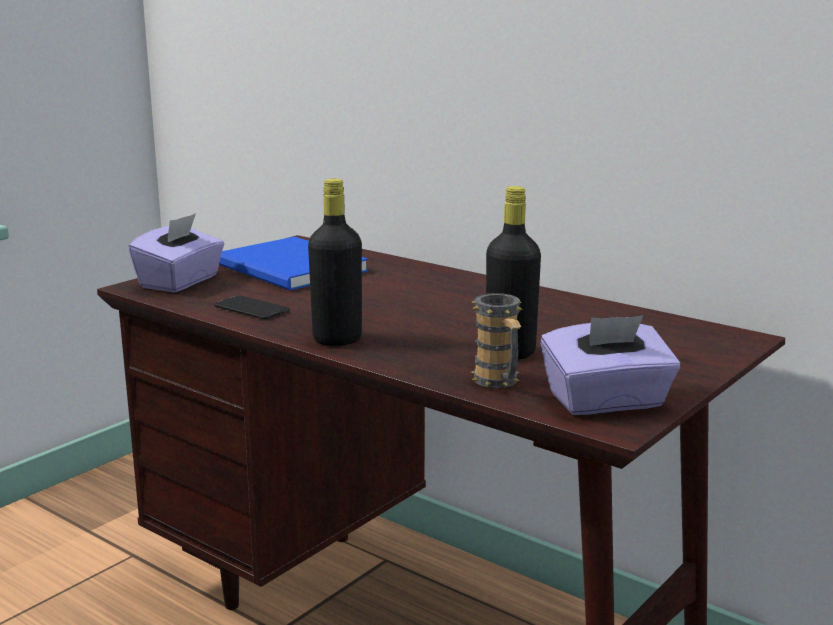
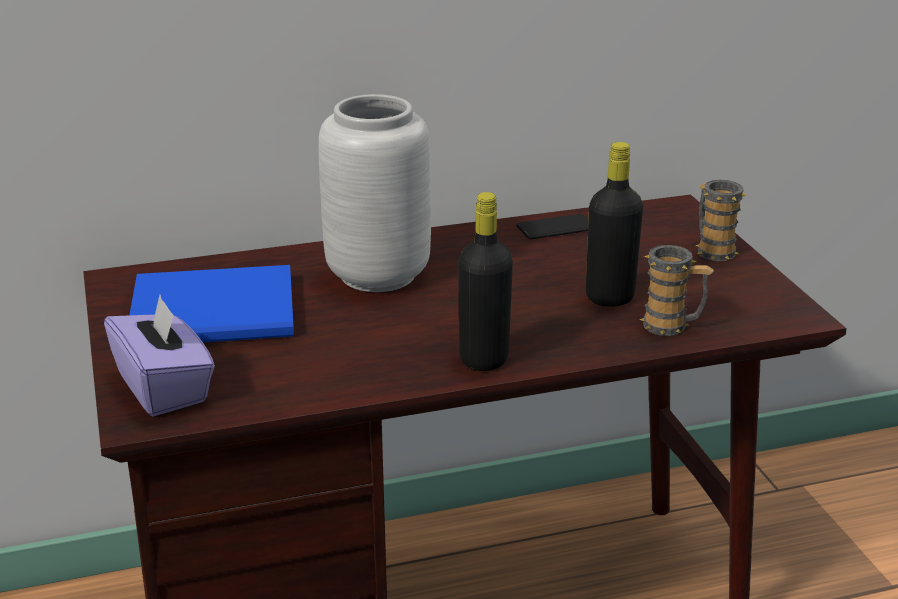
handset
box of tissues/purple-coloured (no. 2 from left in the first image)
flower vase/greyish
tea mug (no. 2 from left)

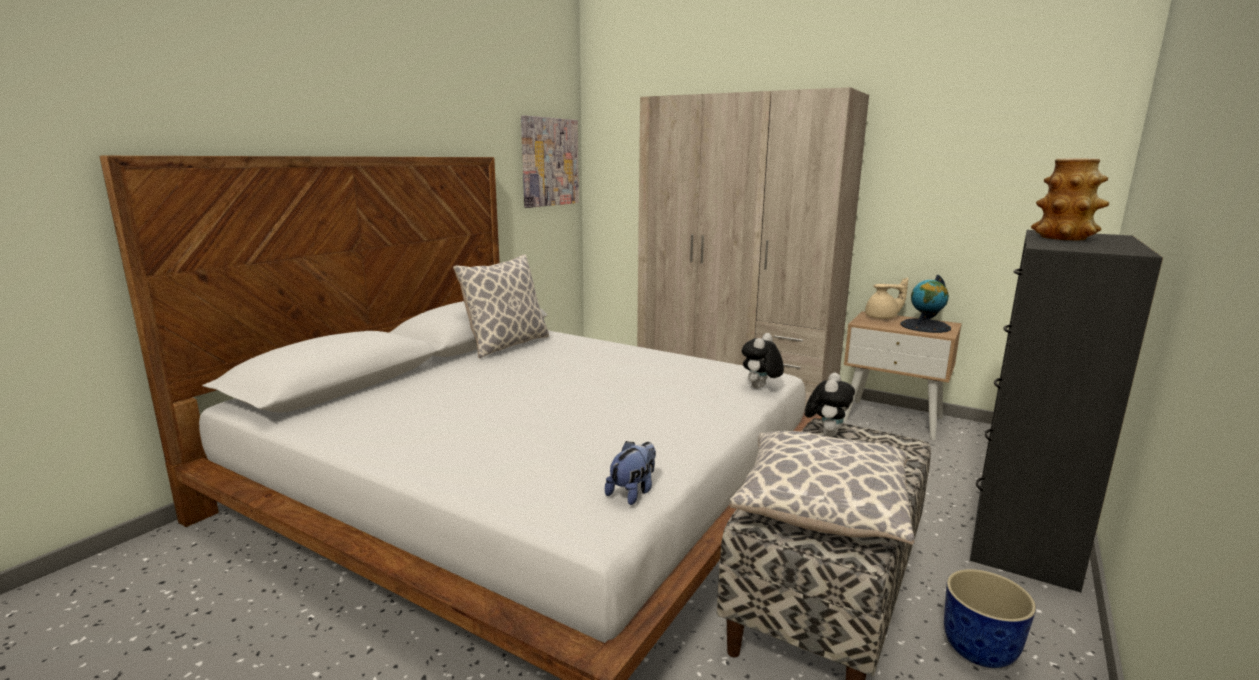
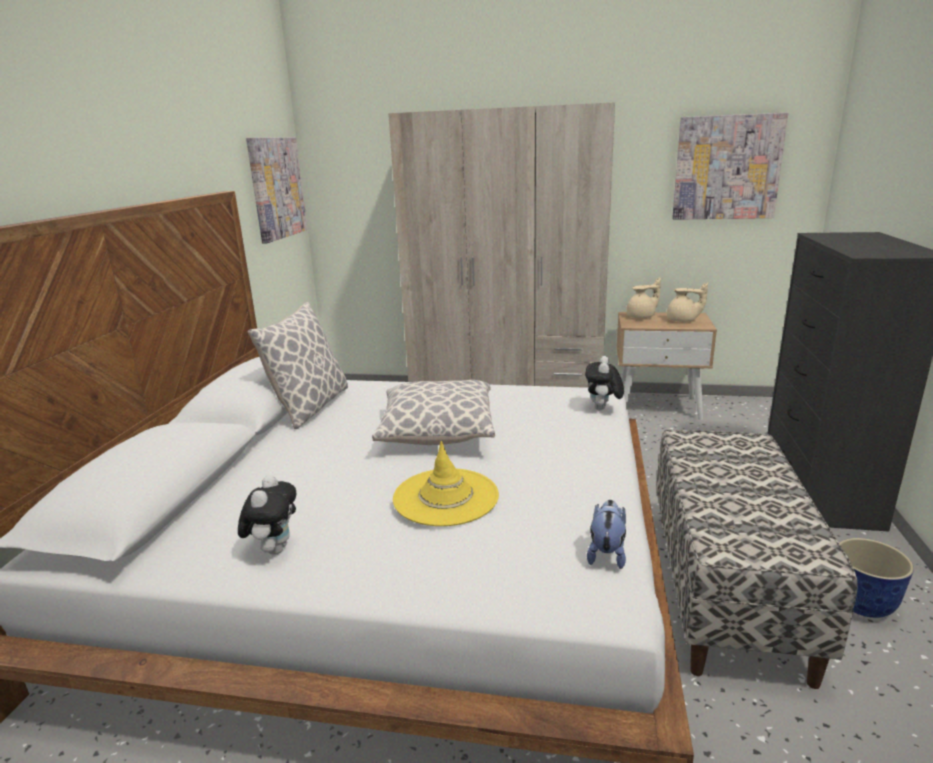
flower vase
pot for tea/beige (no. 2 from left)
plush toy (no. 1 from left)
cushion (no. 2 from left)
picture (no. 2 from left)
wearable hat/yellowish

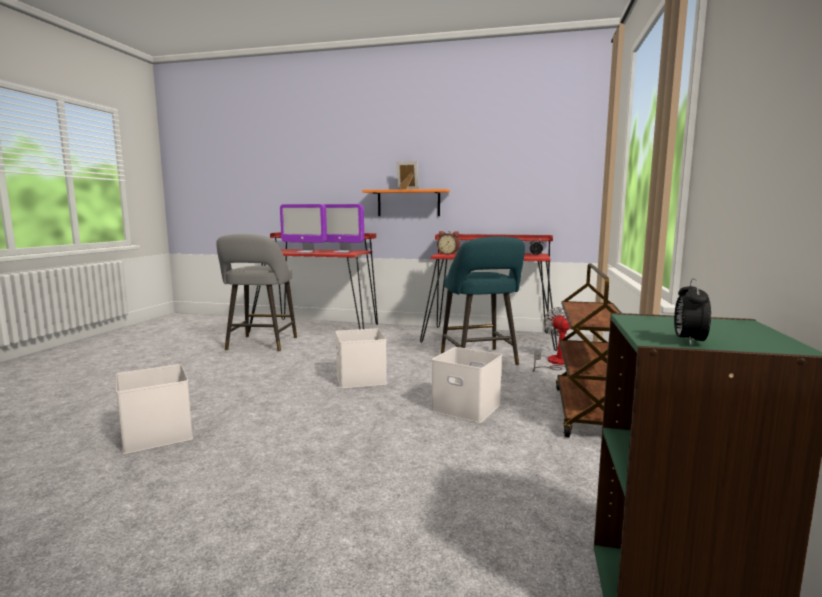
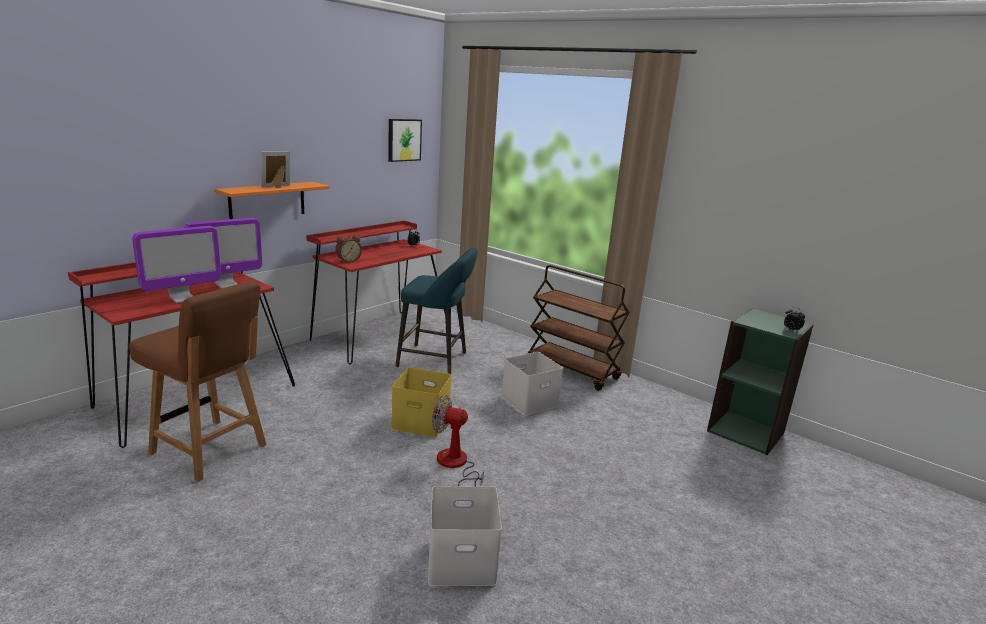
upright chair/brown
fan
storage container/yellowish
picture

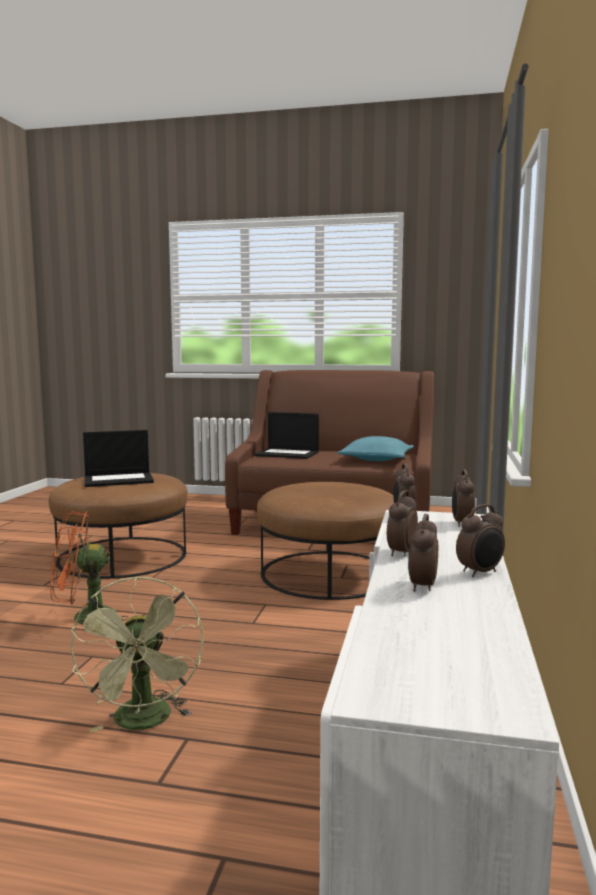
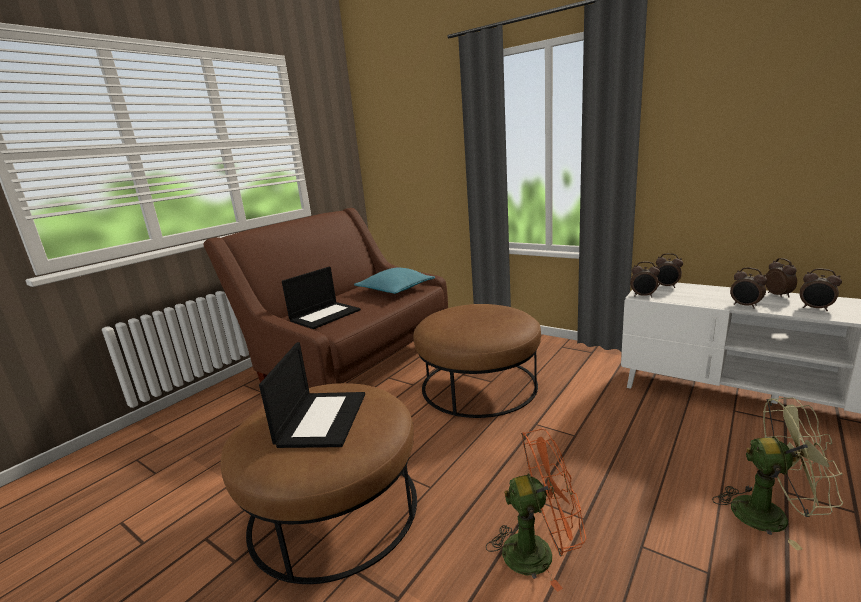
fan/orange-coloured

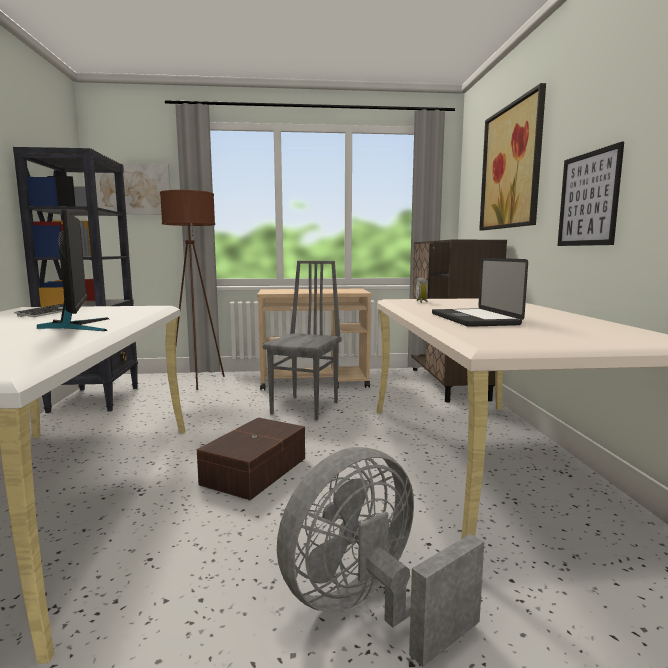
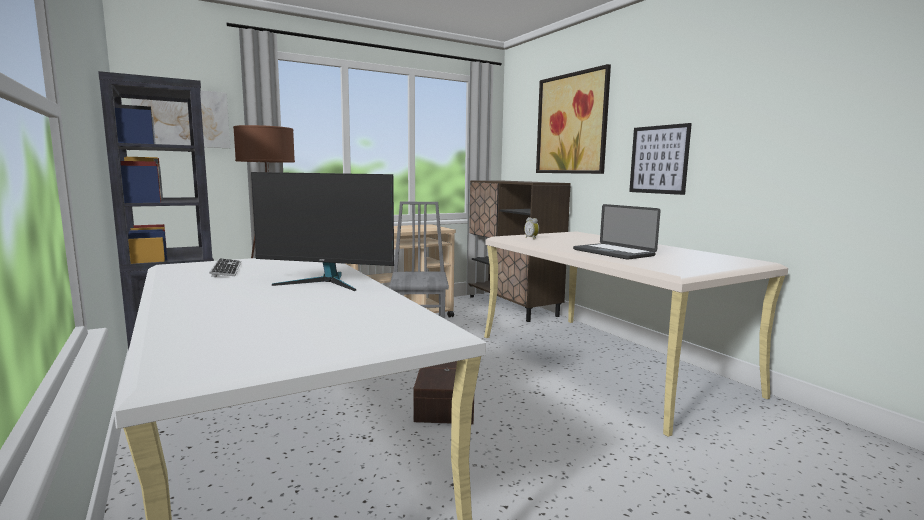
monitor
fan/greyish

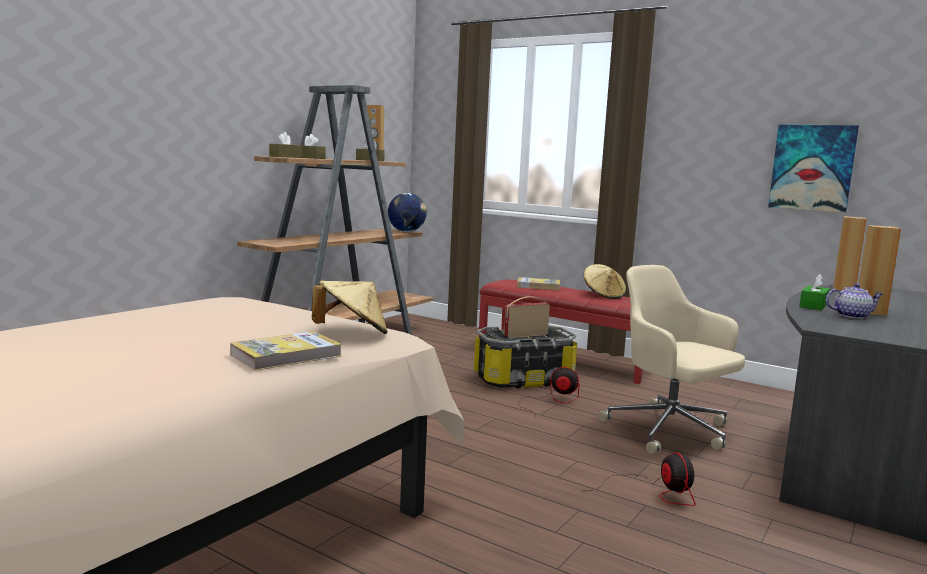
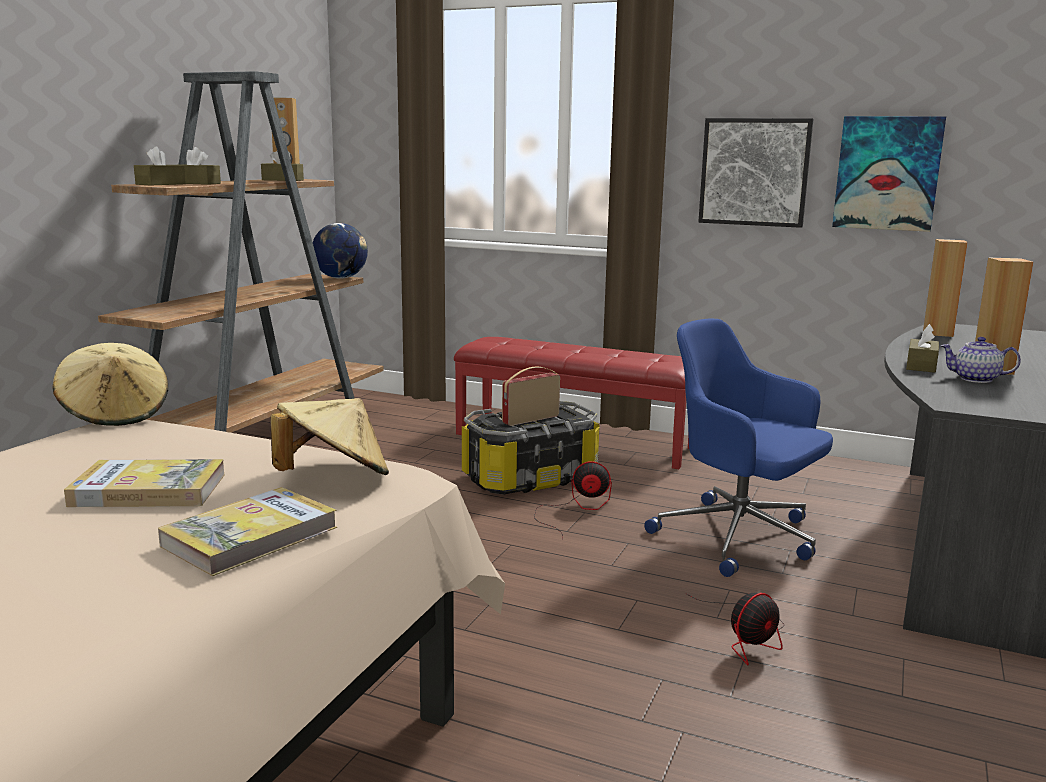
wearable hat/beige (no. 1 from left)
office chair/bluish
box of tissues/brown (no. 4 from left)
bound book (no. 1 from left)
pot for tea
fan (no. 2 from left)
picture (no. 1 from left)

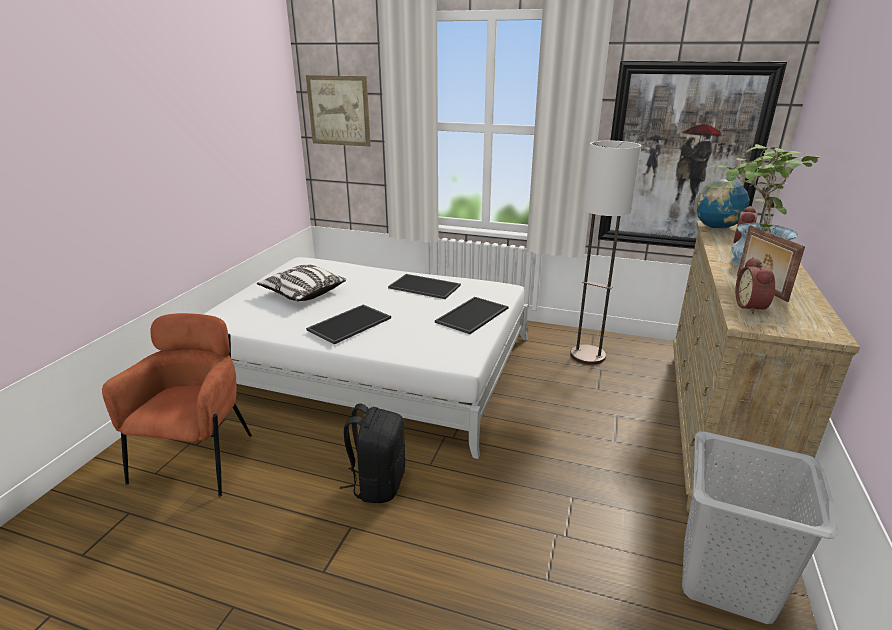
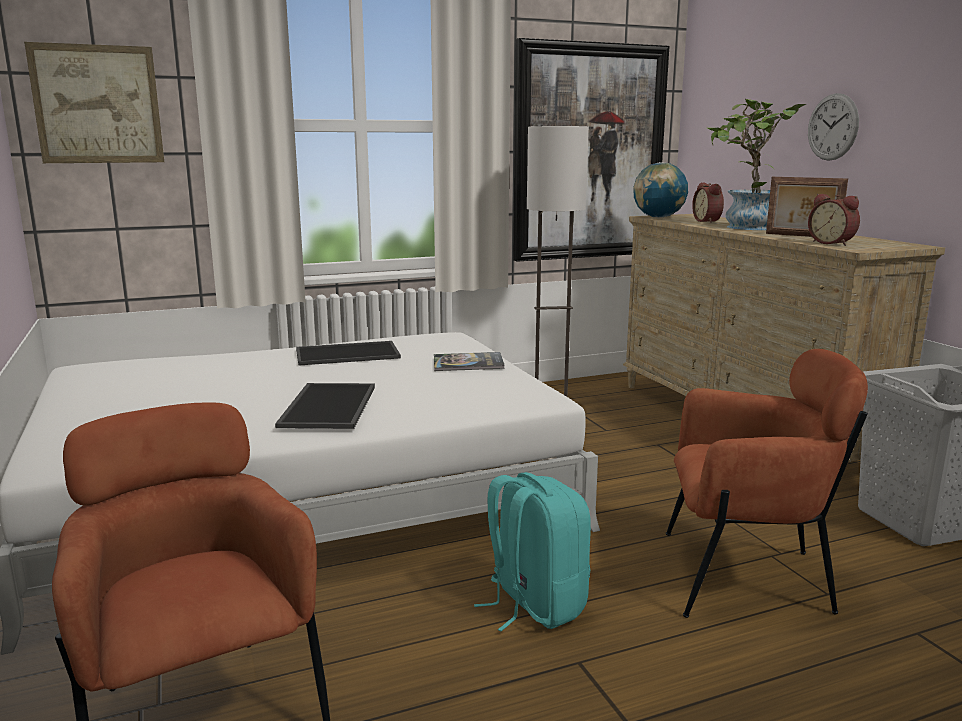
cushion
bound book
rucksack/turquoise
clock on the wall
easy chair/brown (no. 2 from left)

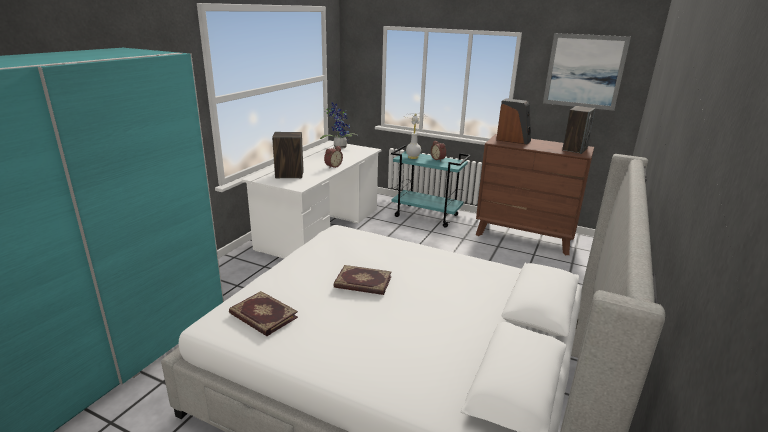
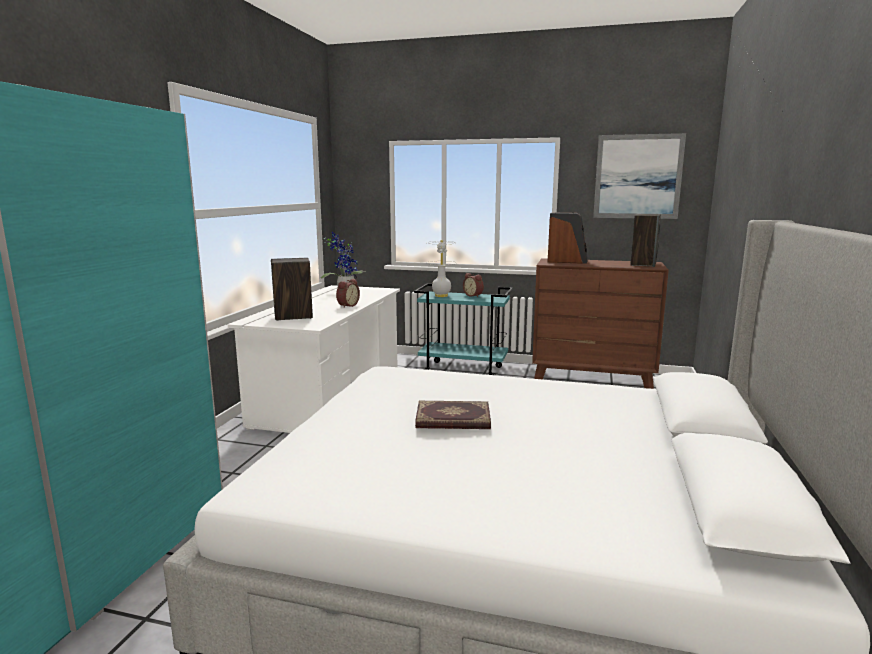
bound book (no. 1 from left in the first image)

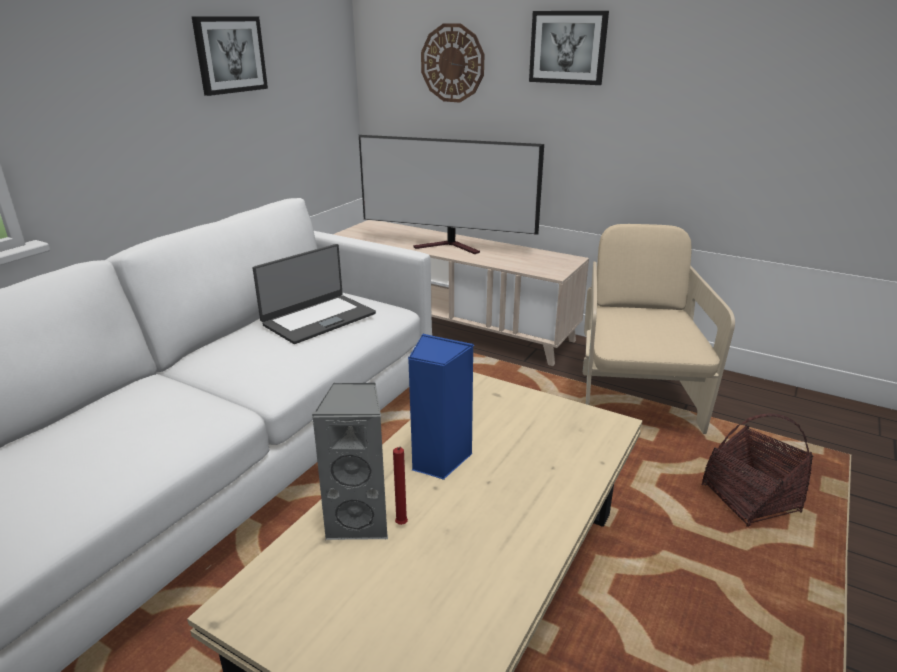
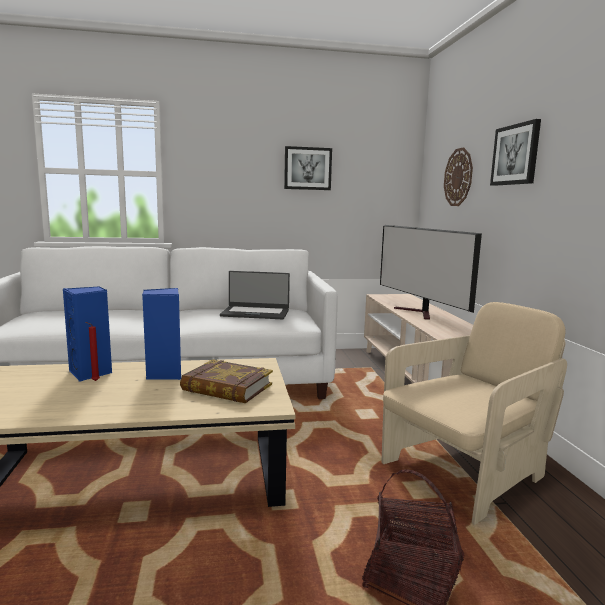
loudspeaker/bluish (no. 1 from left)
bound book

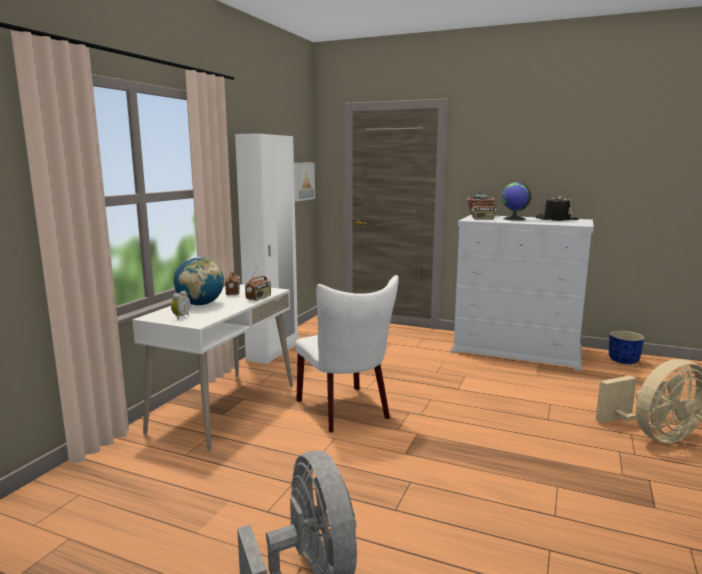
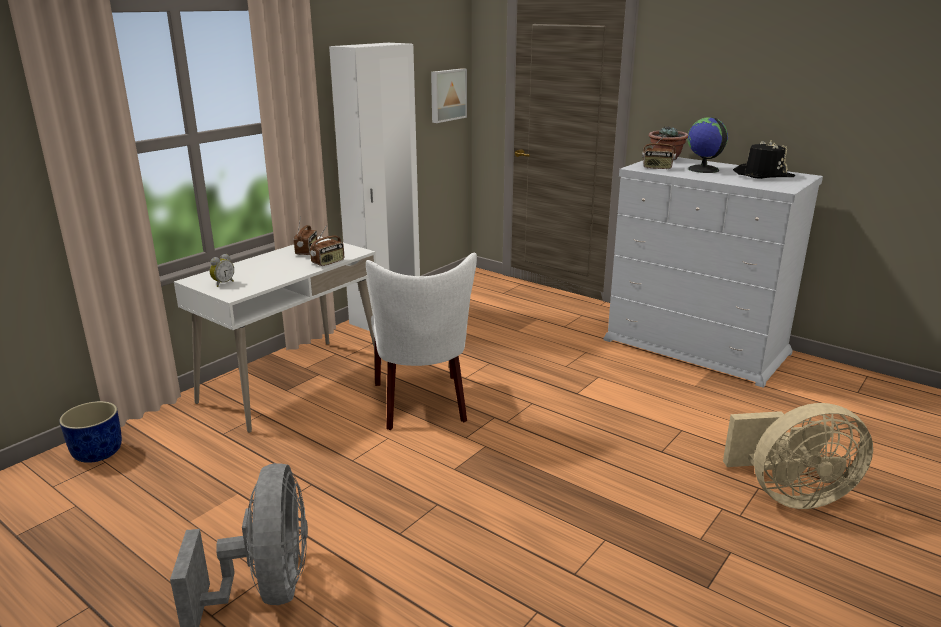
globe (no. 1 from left in the first image)
planter/bluish

